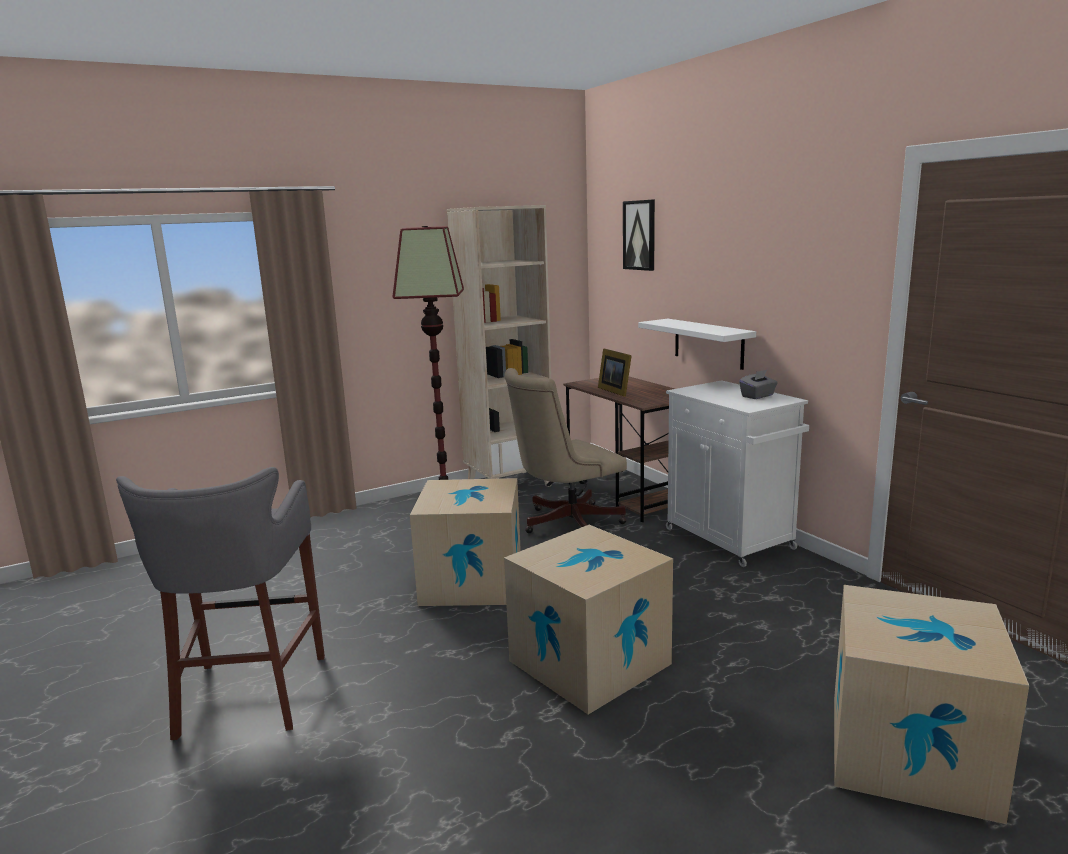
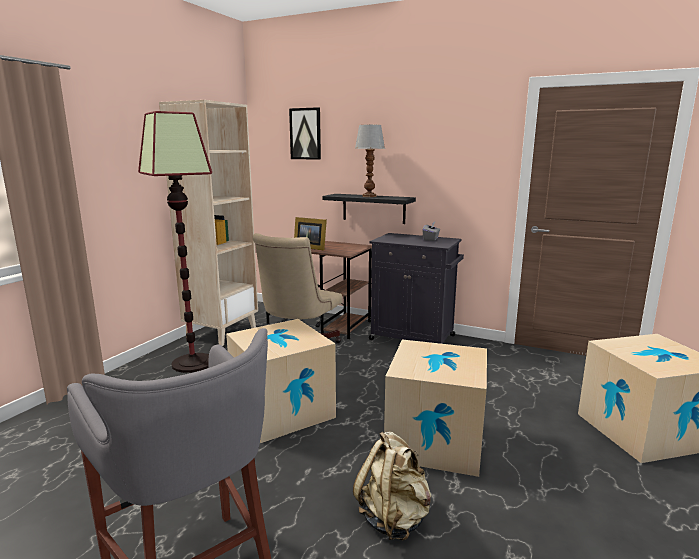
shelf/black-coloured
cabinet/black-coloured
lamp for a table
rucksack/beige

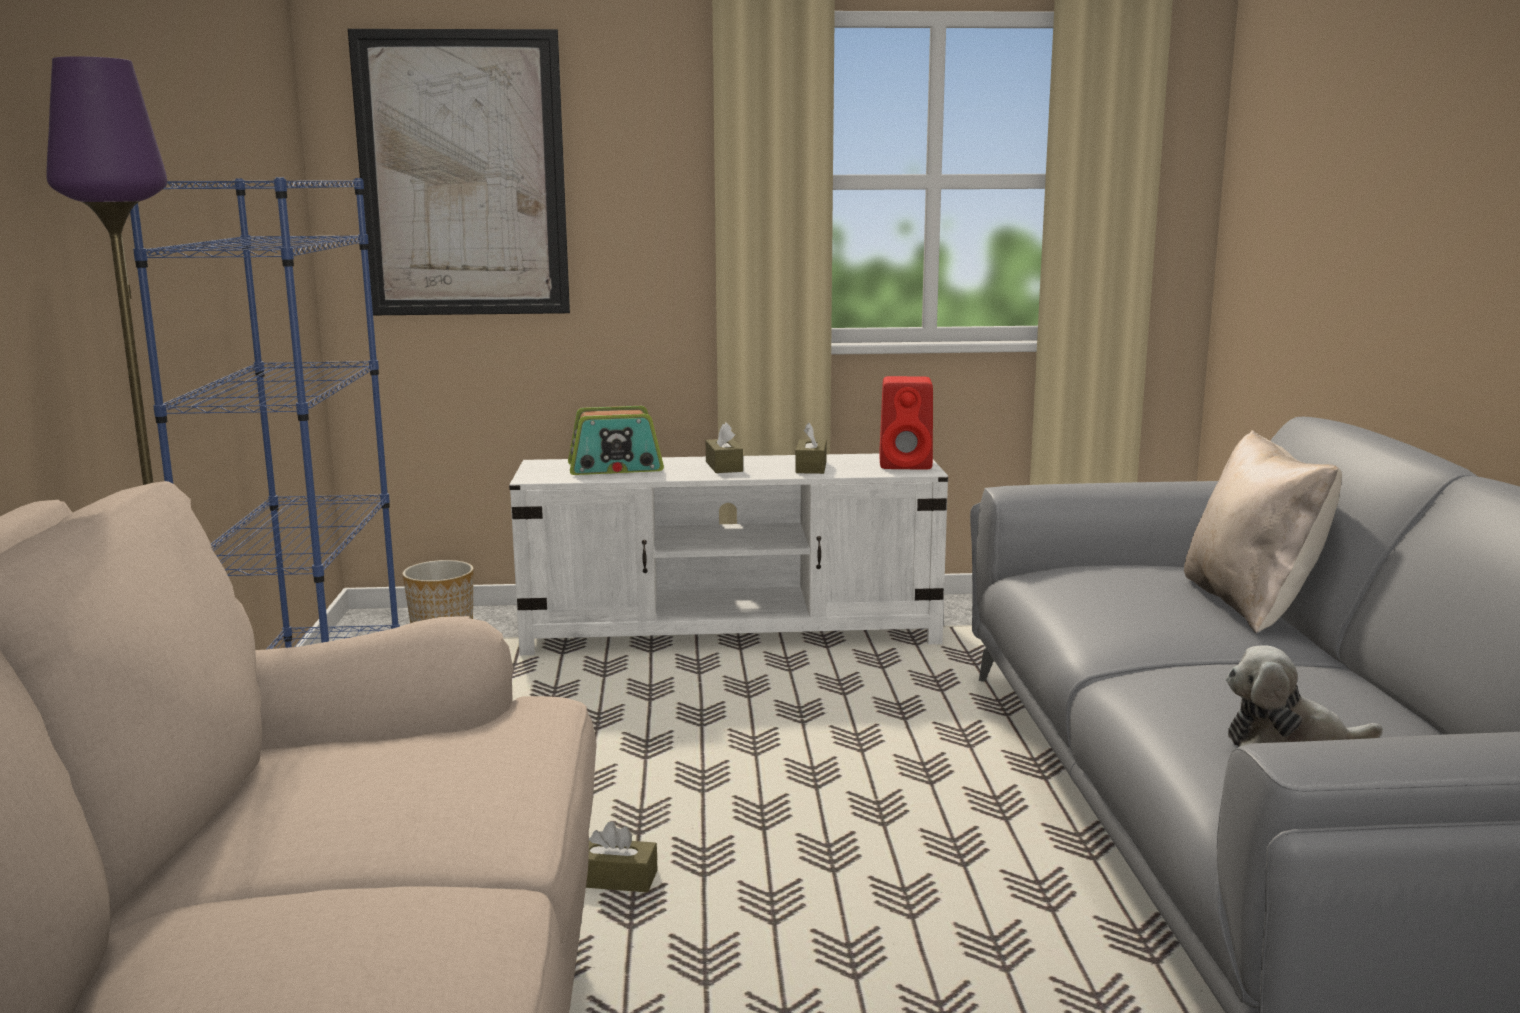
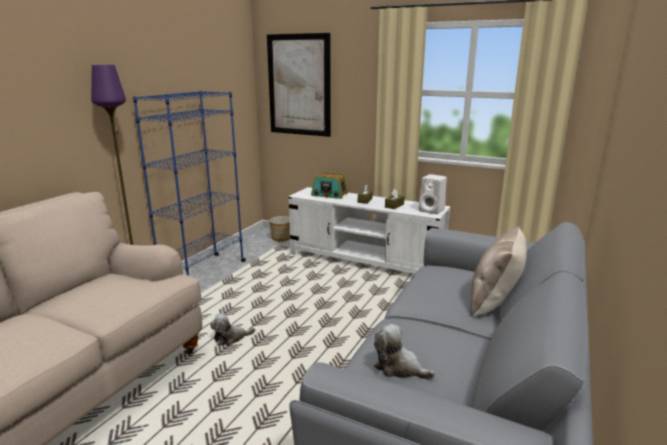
loudspeaker/white
plush toy (no. 1 from left)

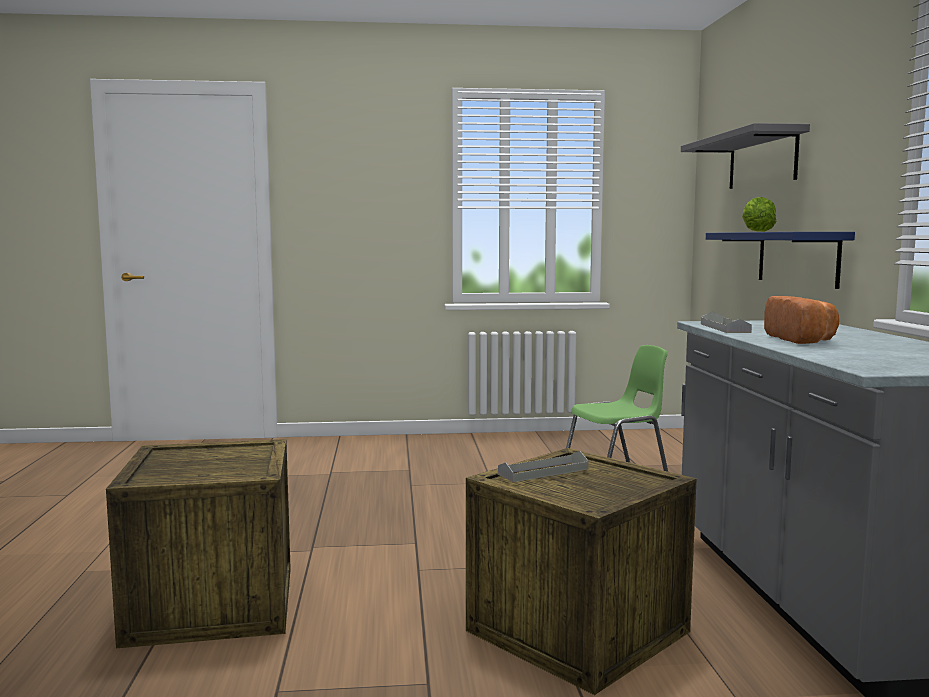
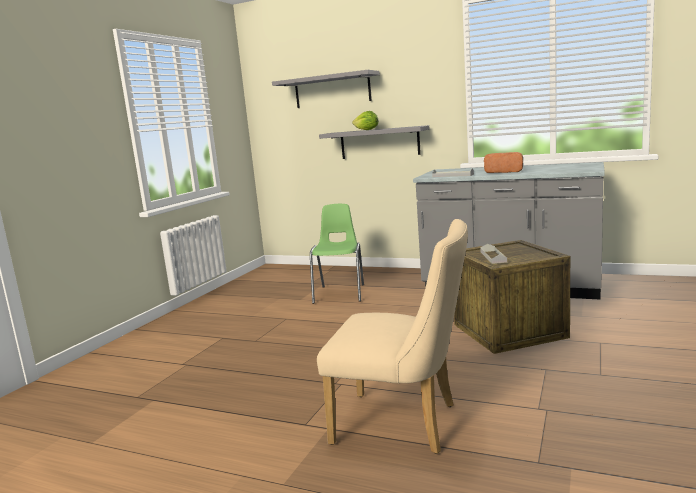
shelf/greyish (no. 2 from left)
upright chair/beige

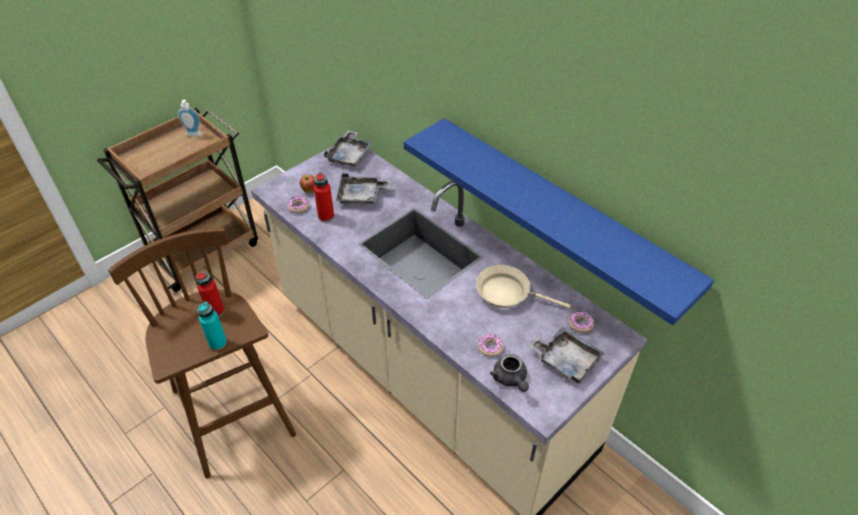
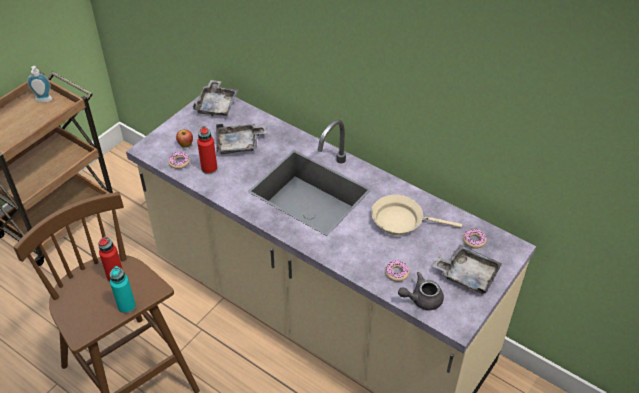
shelf/bluish
pot for tea/greyish

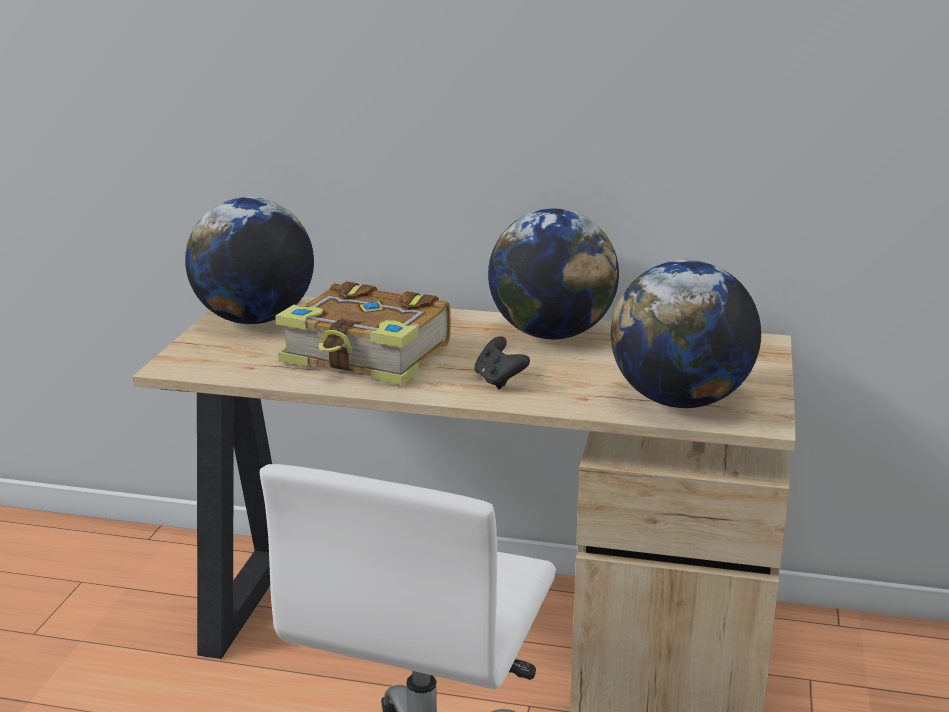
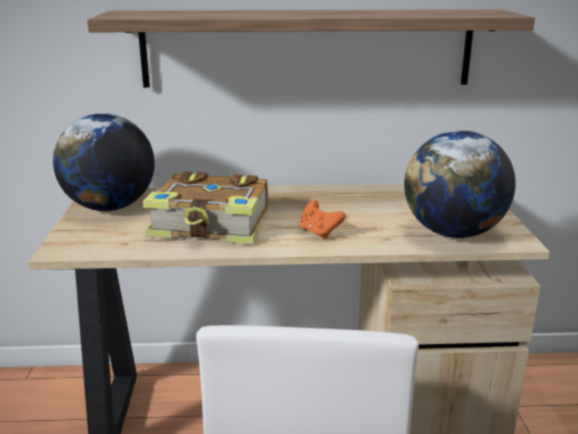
globe (no. 2 from left in the first image)
gamepad/orange-coloured
shelf

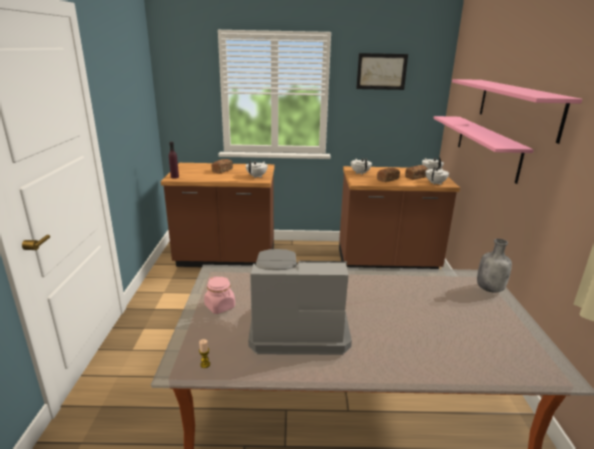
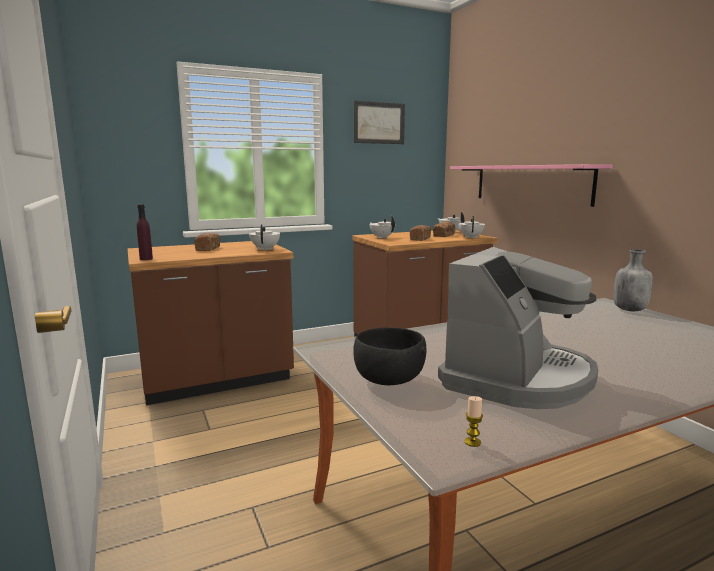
shelf/pink (no. 2 from left in the first image)
coffee machine
deep dish/black-coloured

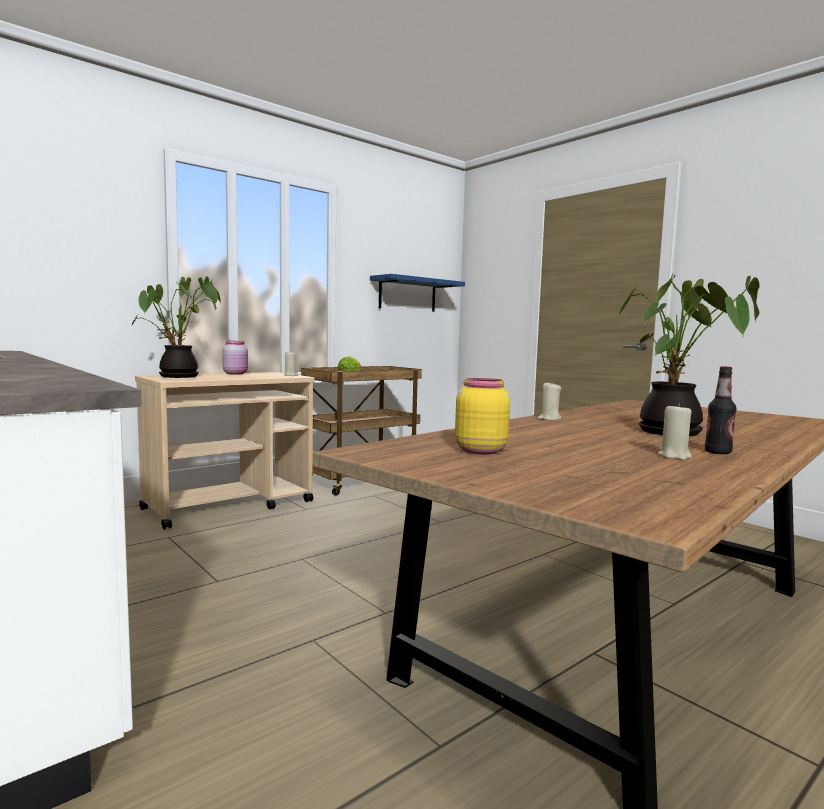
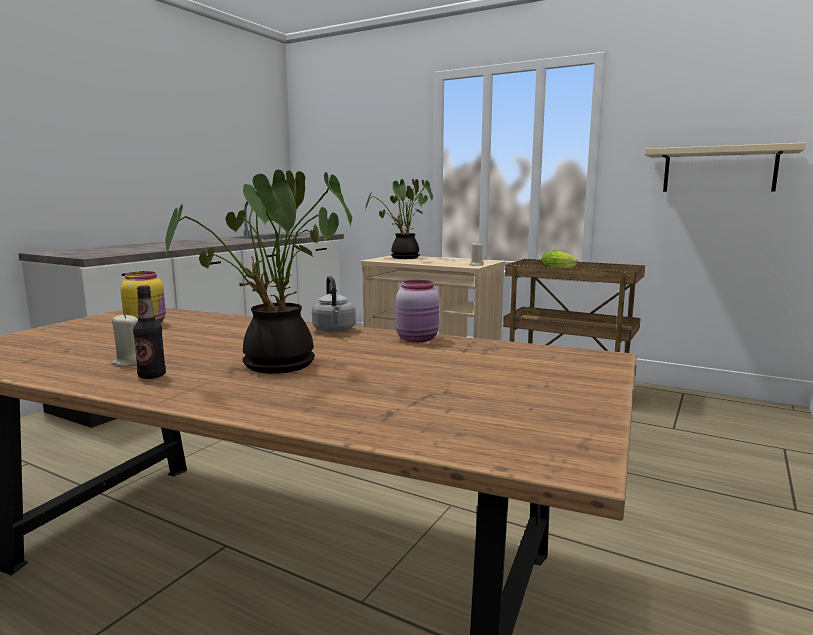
shelf/beige
preserve jar/pink
tea kettle/greyish

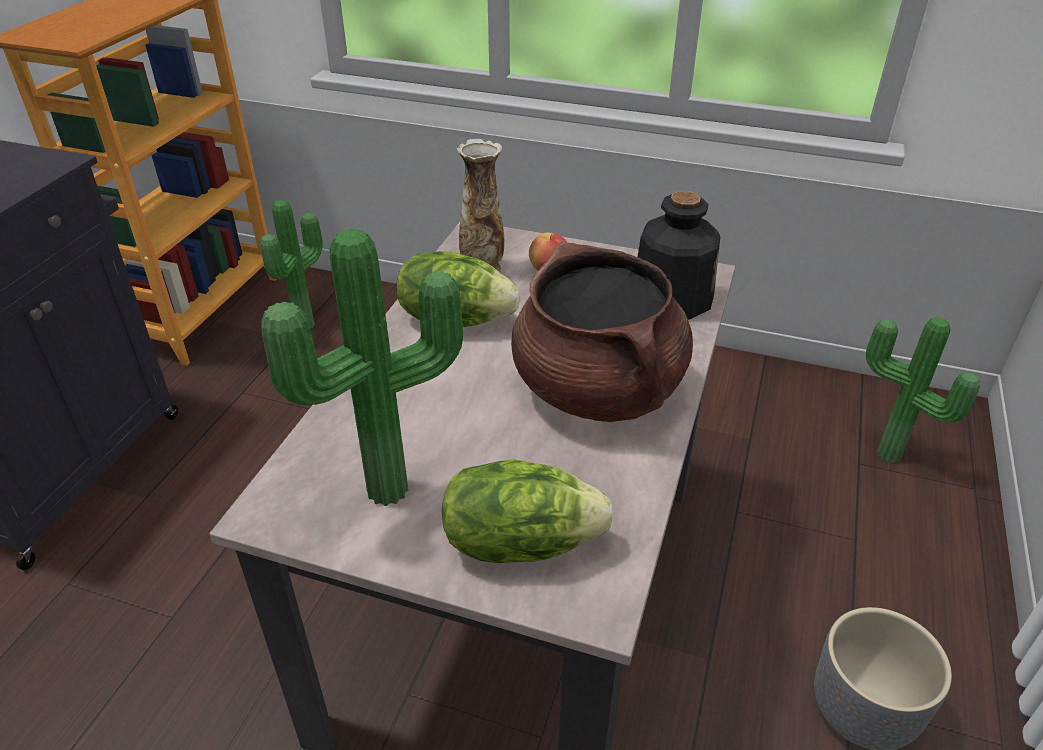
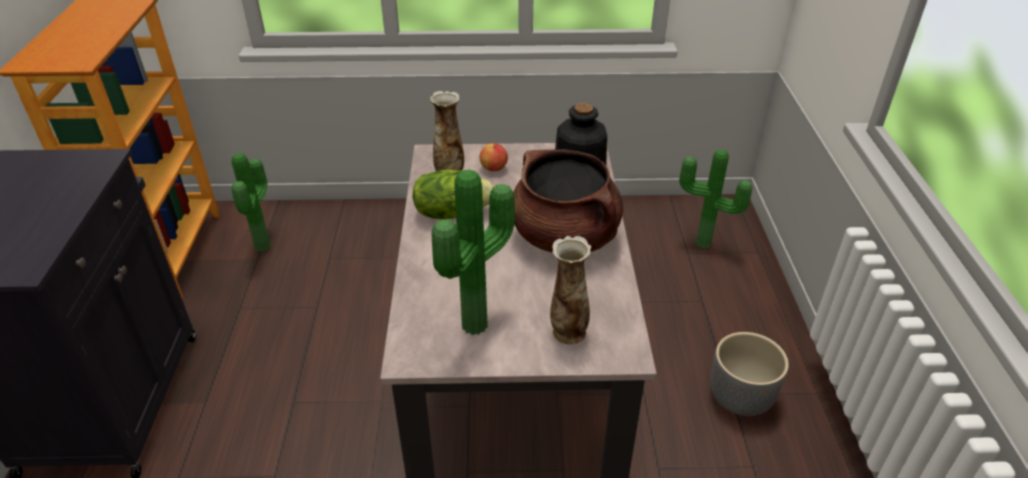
flower vase (no. 2 from left)

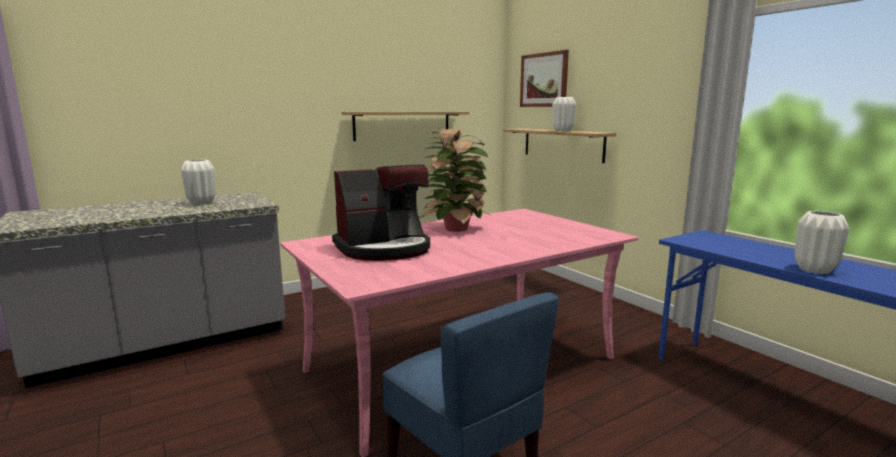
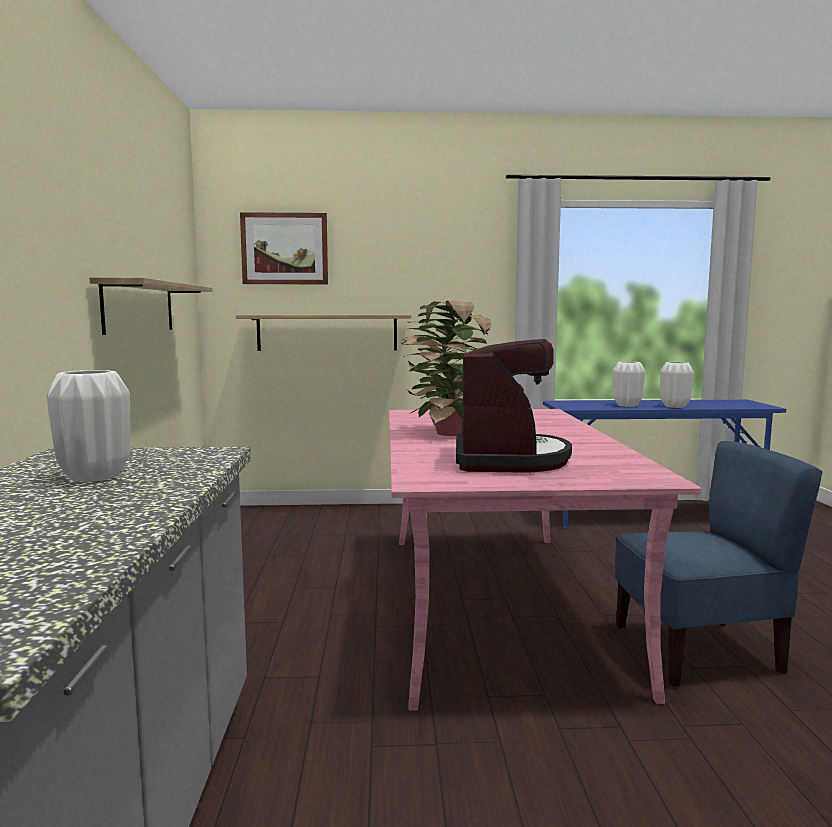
flower vase/white (no. 2 from left)

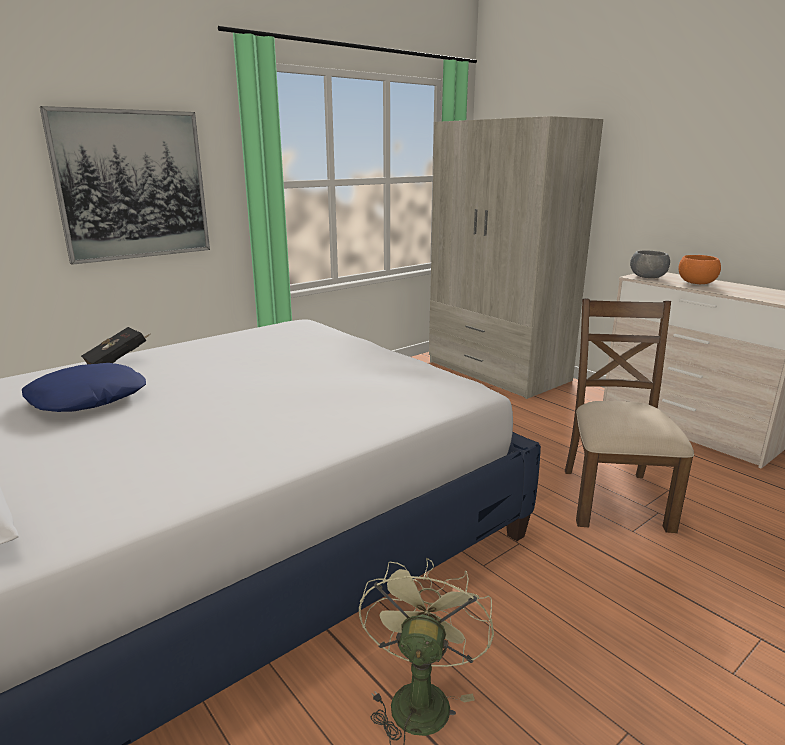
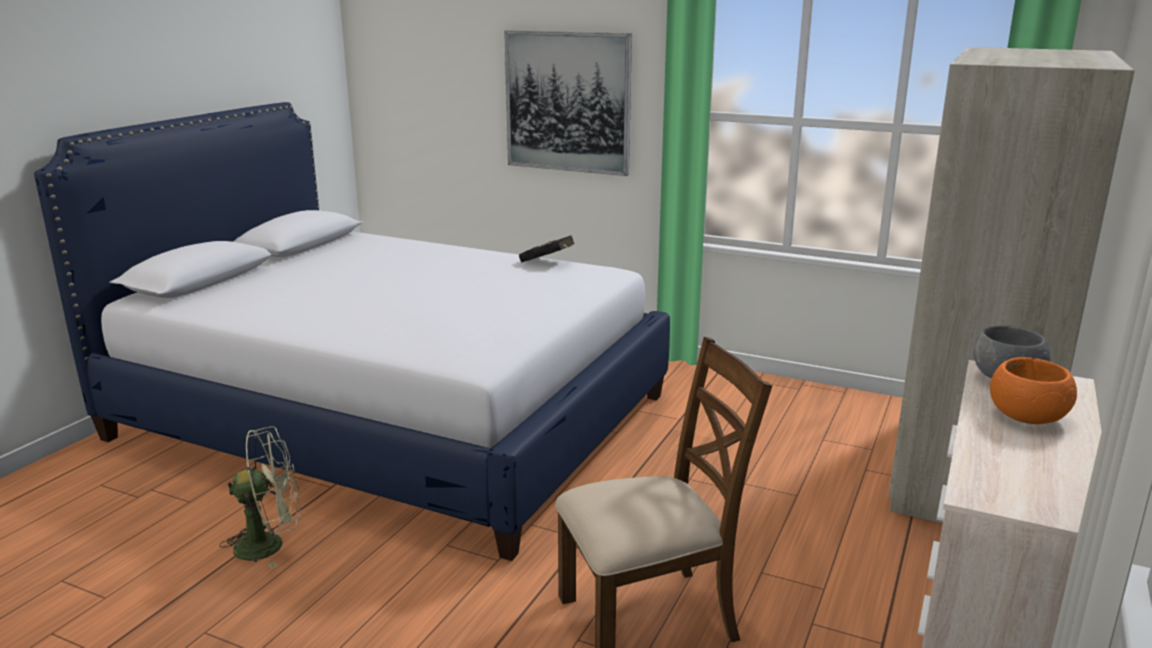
bound book/black-coloured
cushion/bluish

